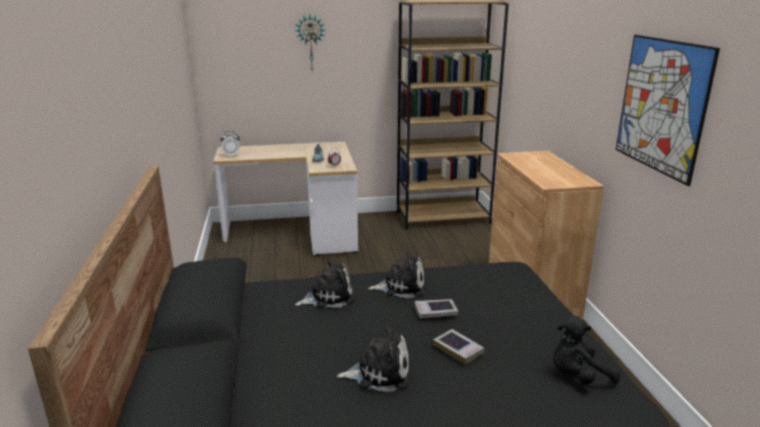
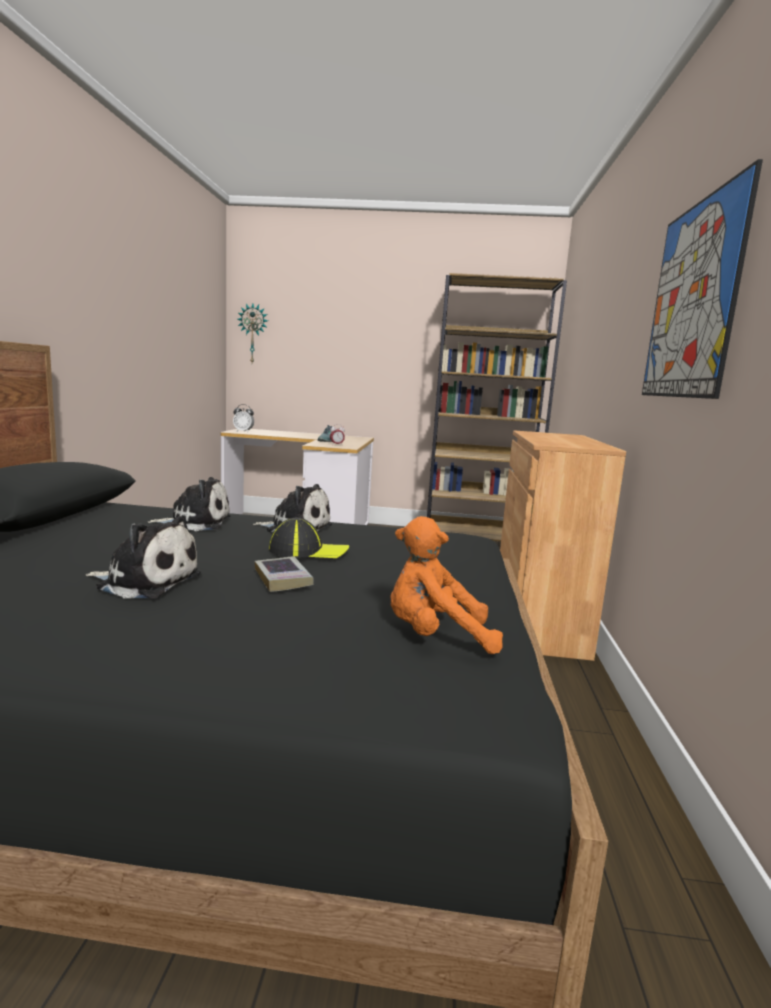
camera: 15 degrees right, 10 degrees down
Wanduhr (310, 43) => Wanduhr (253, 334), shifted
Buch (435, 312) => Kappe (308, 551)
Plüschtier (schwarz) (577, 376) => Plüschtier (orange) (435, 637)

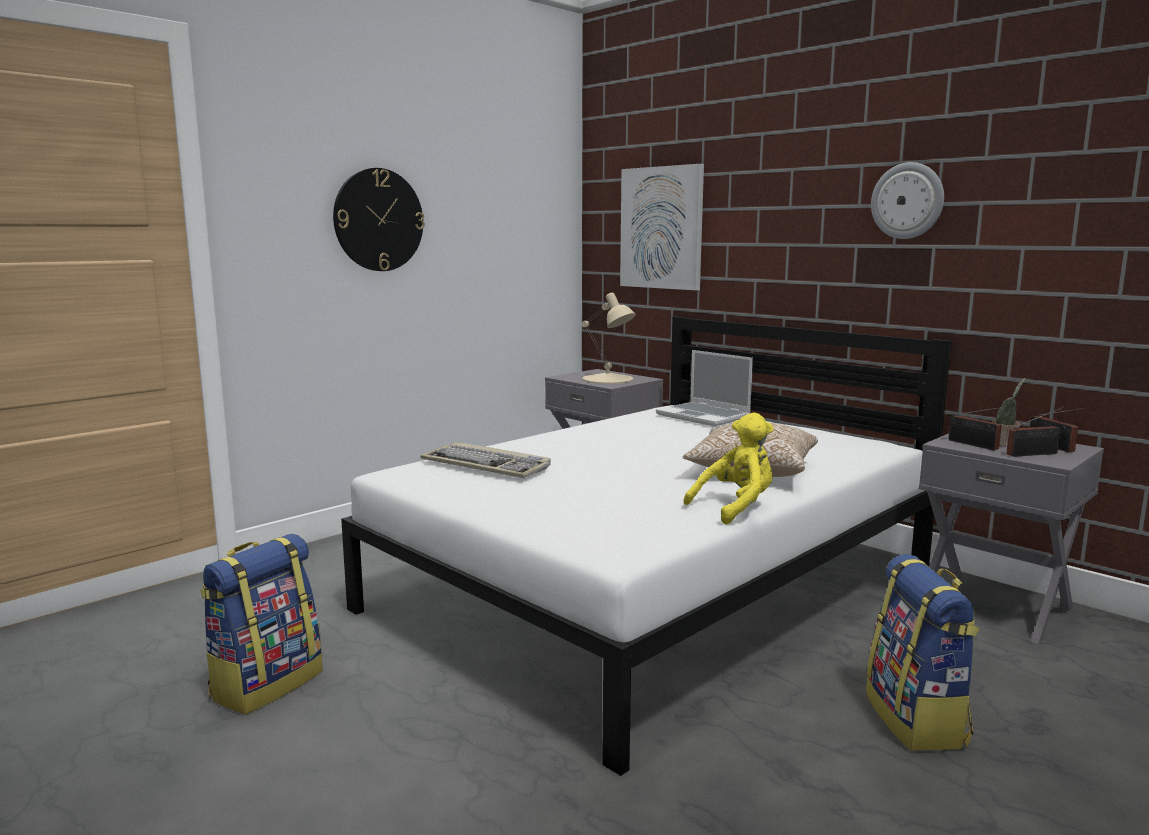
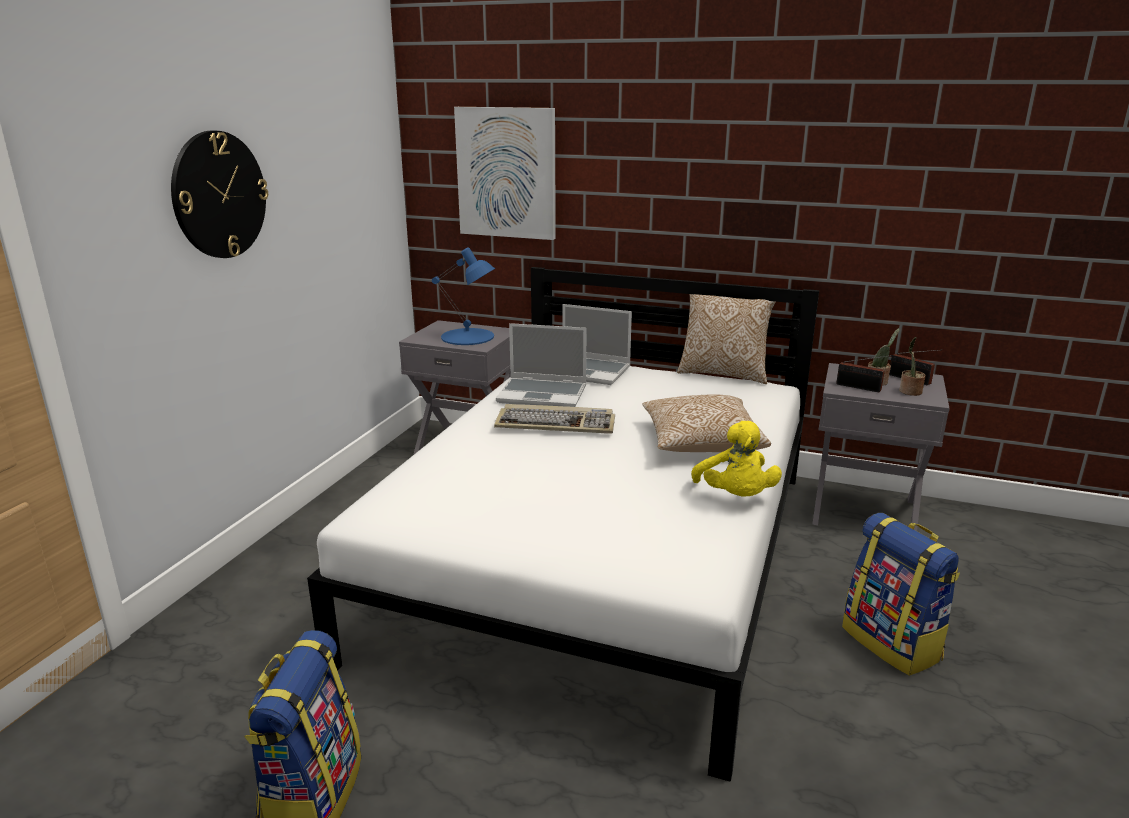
camera: 25 degrees left, 10 degrees up
Tastatur (487, 465) => Tastatur (556, 424), shifted
Tischlampe (beige) (608, 379) => Tischlampe (blau) (468, 337)
Plüschtier (gelb) (736, 508) => Plüschtier (gelb) (735, 497), 135 degrees clockwise
Wanduhr (907, 201) => nothing
Radio (1034, 454) => Topfpflanze (909, 392)
nothing => Laptop (543, 394)
nothing => Kissen (723, 374)

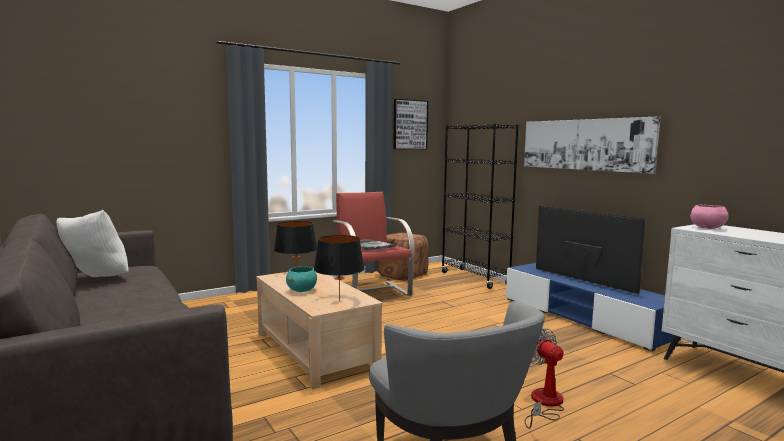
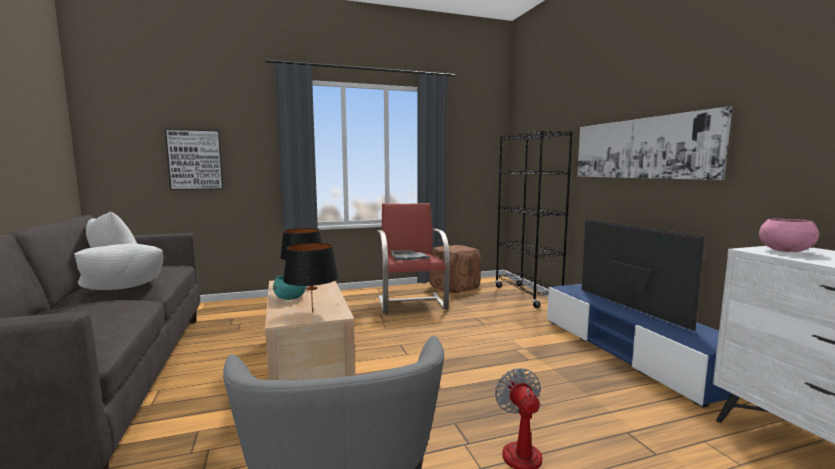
camera: 15 degrees right, 0 degrees up
Bild (410, 124) => Bild (195, 160), shifted
nothing => Kissen (weiß) (123, 291)

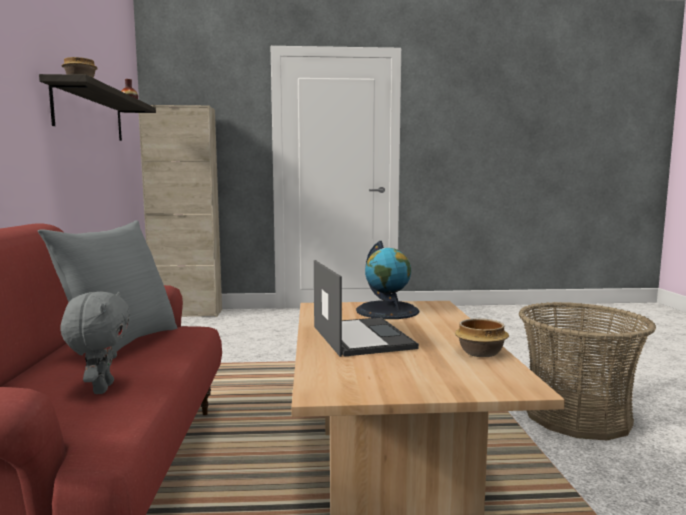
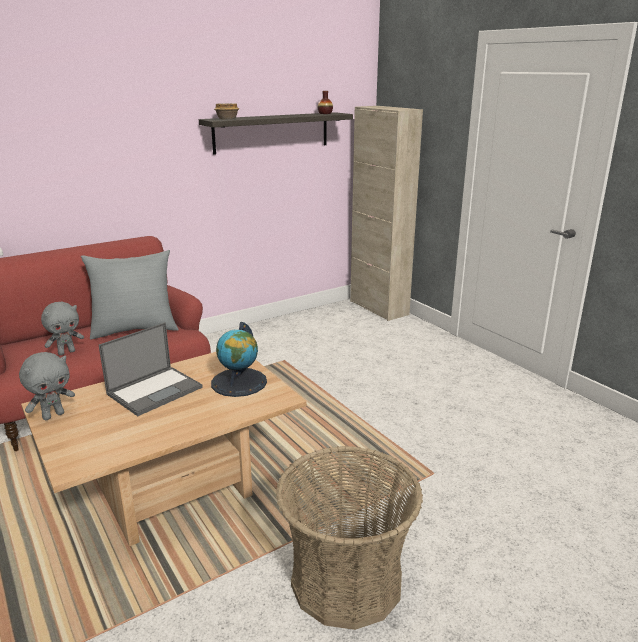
camera: 60 degrees right, 15 degrees up
Schüssel (481, 353) => nothing
nothing => Plüschtier (grau) (53, 415)

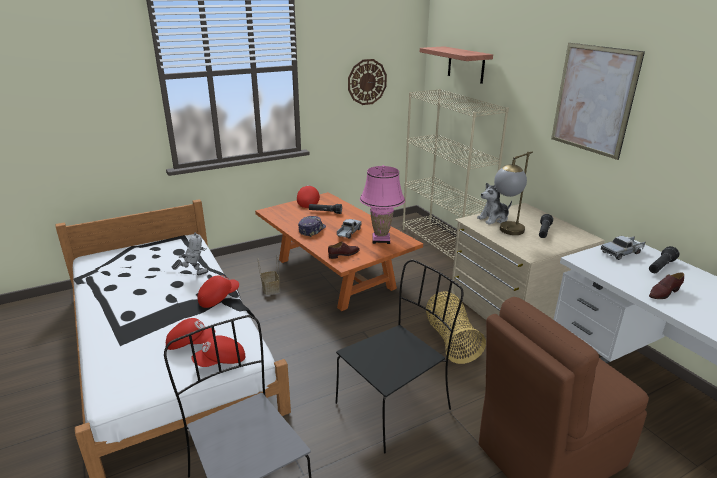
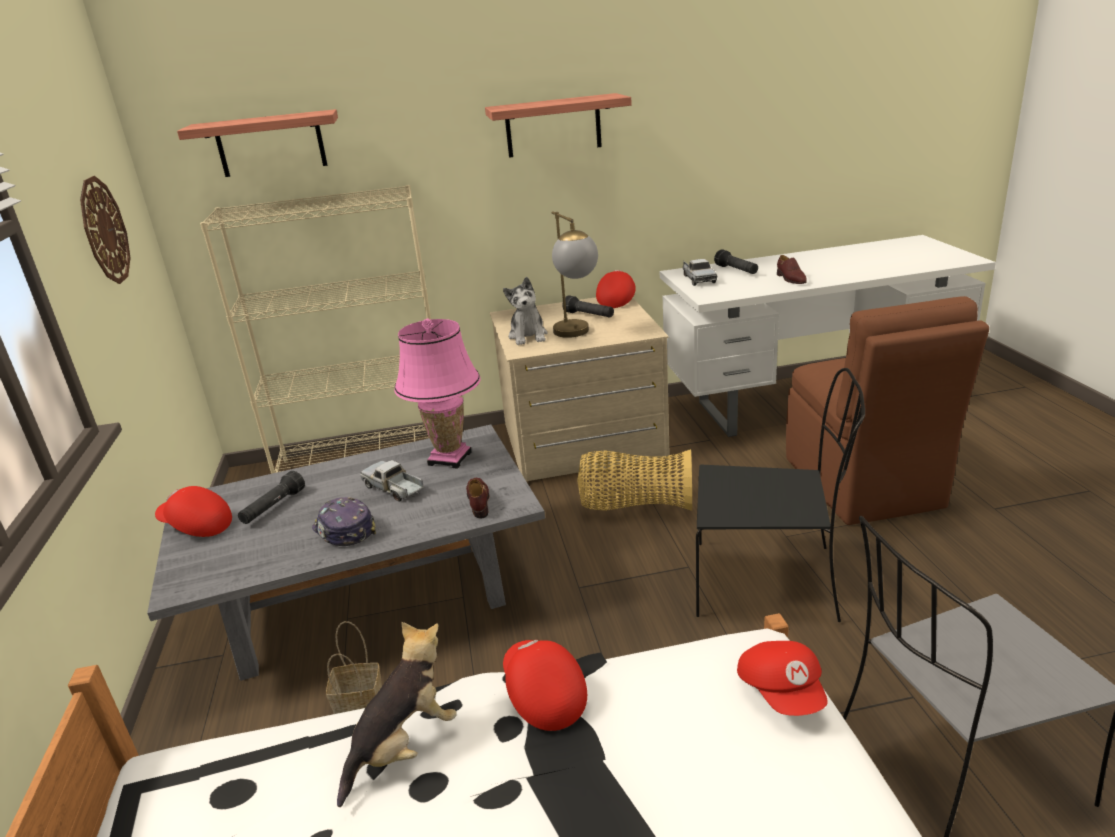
camera: 70 degrees left, 0 degrees up
Kappe (rot) (190, 343) => Kappe (rot) (616, 300), shifted
Spielzeugroboter (193, 274) => Plüschtier (404, 746)
Couchtisch (orange) (334, 274) => Couchtisch (grau) (369, 598)
Stuhl (schwarz) (395, 405) => Stuhl (schwarz) (769, 581), 120 degrees clockwise
Bild (593, 99) => Wandregal (553, 126)

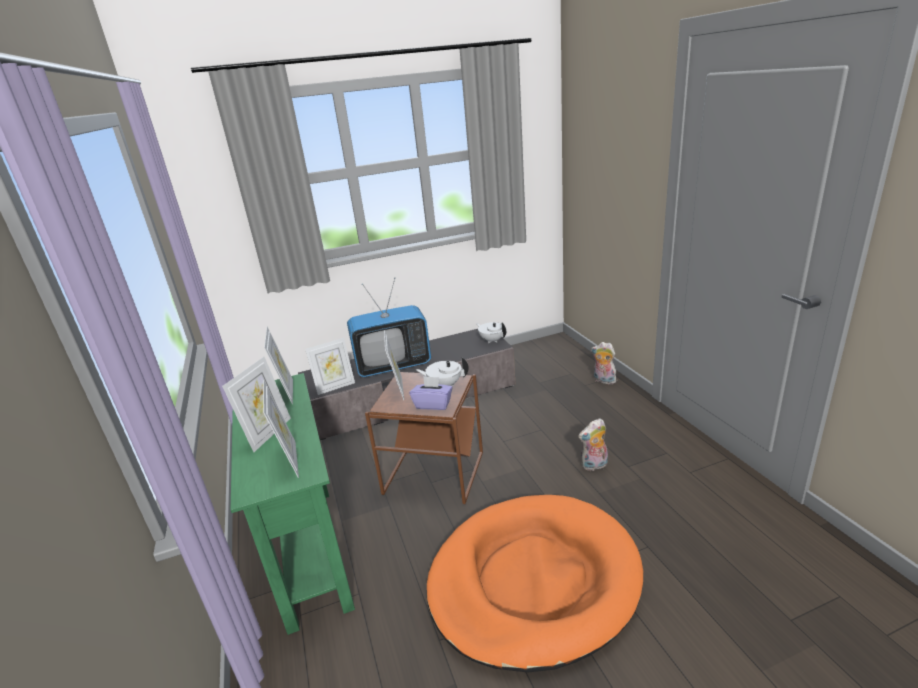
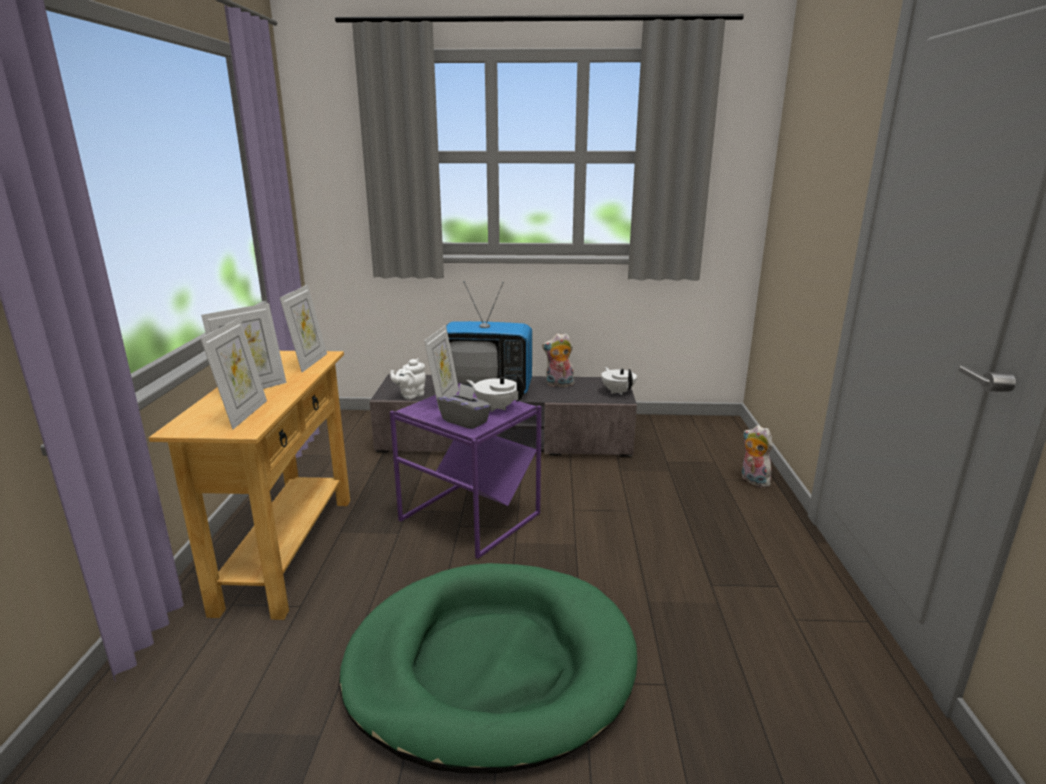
camera: 20 degrees right, 5 degrees down
Konsolentisch (grün) (310, 552) => Konsolentisch (beige) (288, 551)
Bilderrahmen (335, 387) => Teekanne (weiß) (410, 395)
Beistelltisch (braun) (433, 473) => Beistelltisch (lila) (469, 517)
Taschentuchbox (lila) (433, 404) => Taschentuchbox (grau) (465, 421)
Hundebett (orange) (533, 581) => Hundebett (grün) (490, 666)
Plüschtier (594, 465) => Plüschtier (559, 385), shifted

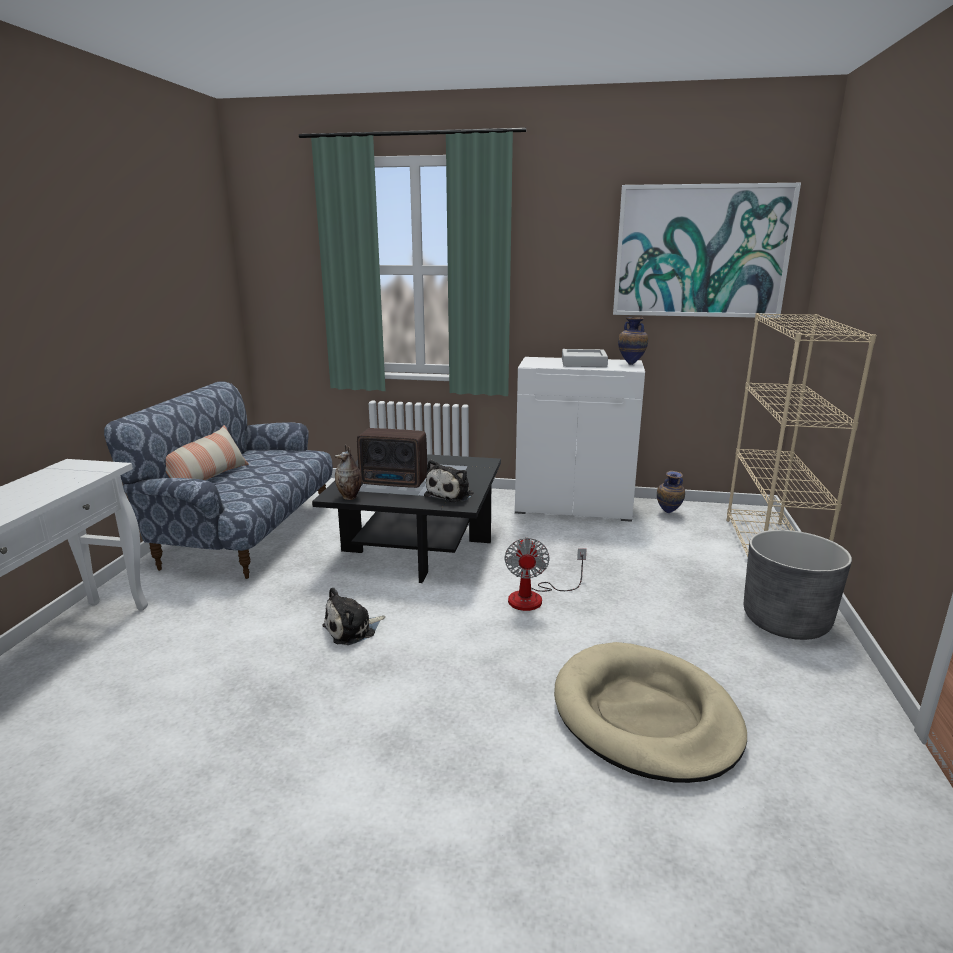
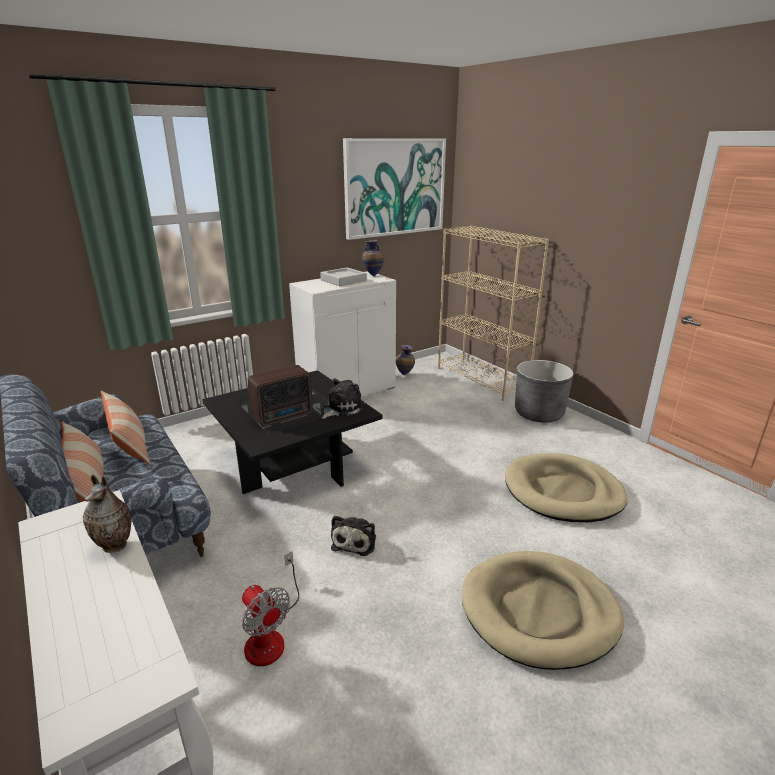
camera: 45 degrees left, 5 degrees up
Vase (350, 497) => Vase (116, 545), shifted
Plüschtier (451, 494) => Plüschtier (341, 408), 120 degrees counterclockwise
Ventilator (535, 597) => Ventilator (270, 635), shifted
nothing => Kissen (129, 443)
nothing => Hundebett (beige) (539, 611)

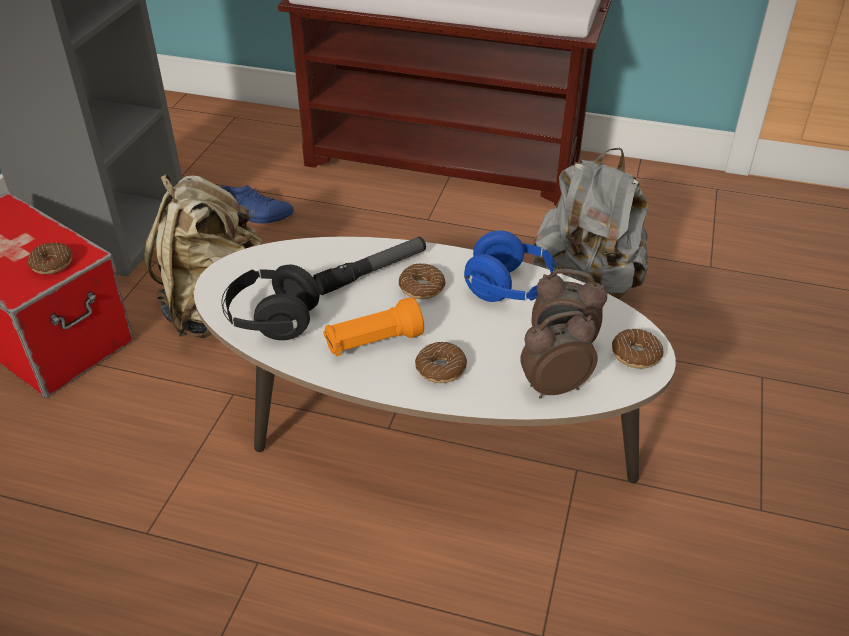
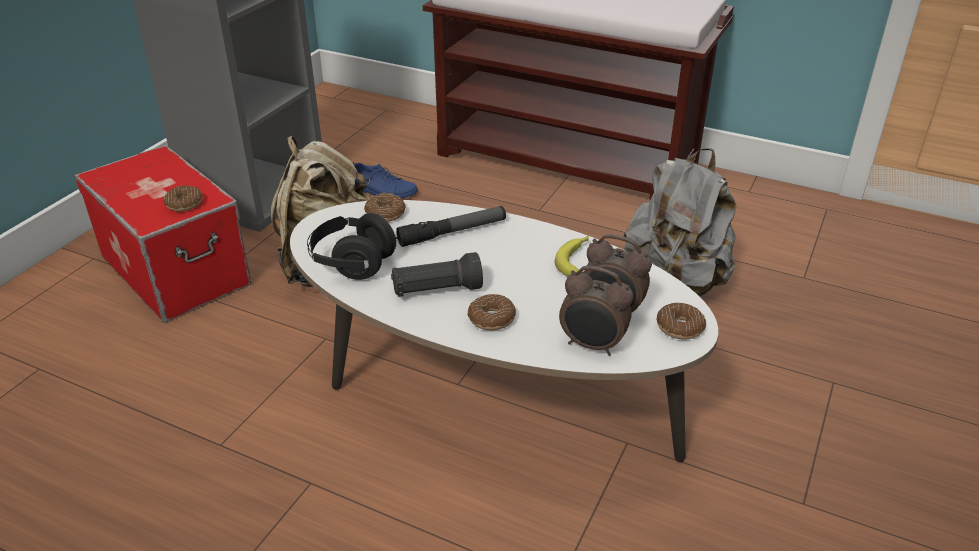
camera: 10 degrees right, 5 degrees down
Taschenlampe (orange) (373, 342) => Taschenlampe (schwarz) (436, 290)
Donut (421, 288) => Donut (385, 213), shifted
Kopfhörer (blau) (510, 289) => Banane (576, 259)
Wecker (553, 387) => Wecker (592, 346), 150 degrees counterclockwise

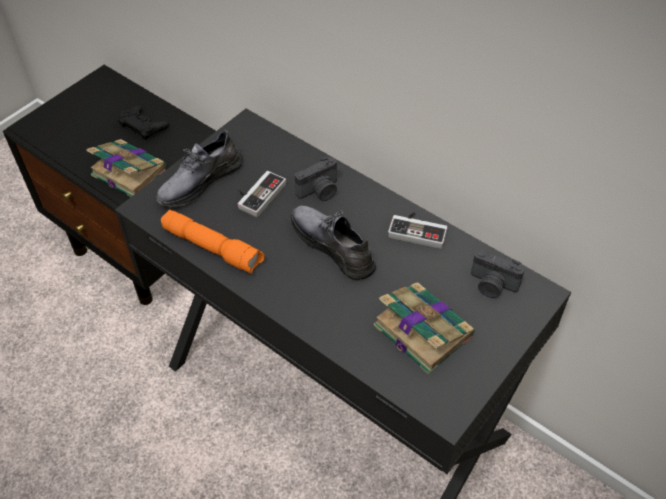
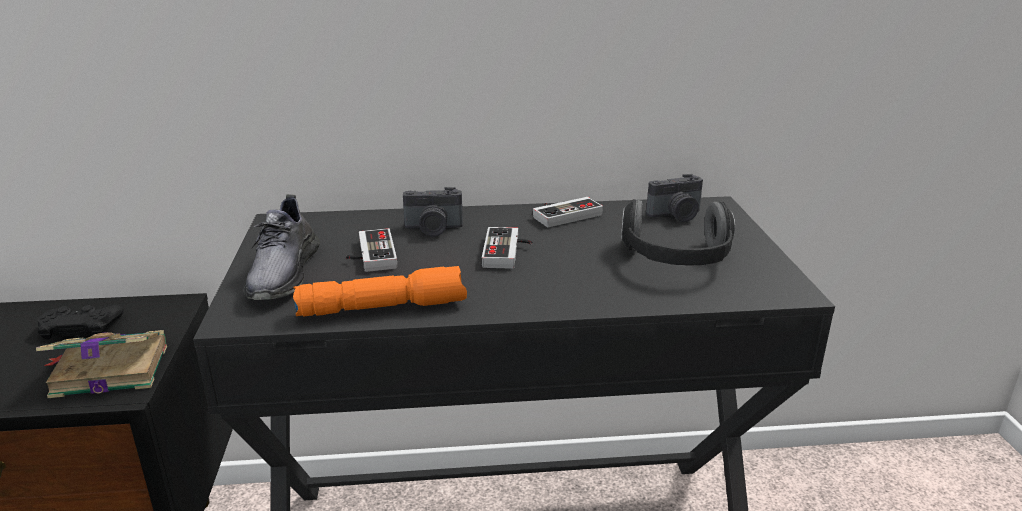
camera: 45 degrees left, 25 degrees down
Schuh (grau) (333, 246) => Gamepad (508, 252)
Kamera (320, 191) => Kamera (433, 229), 75 degrees clockwise
Buch (421, 329) => Kopfhörer (677, 260)

